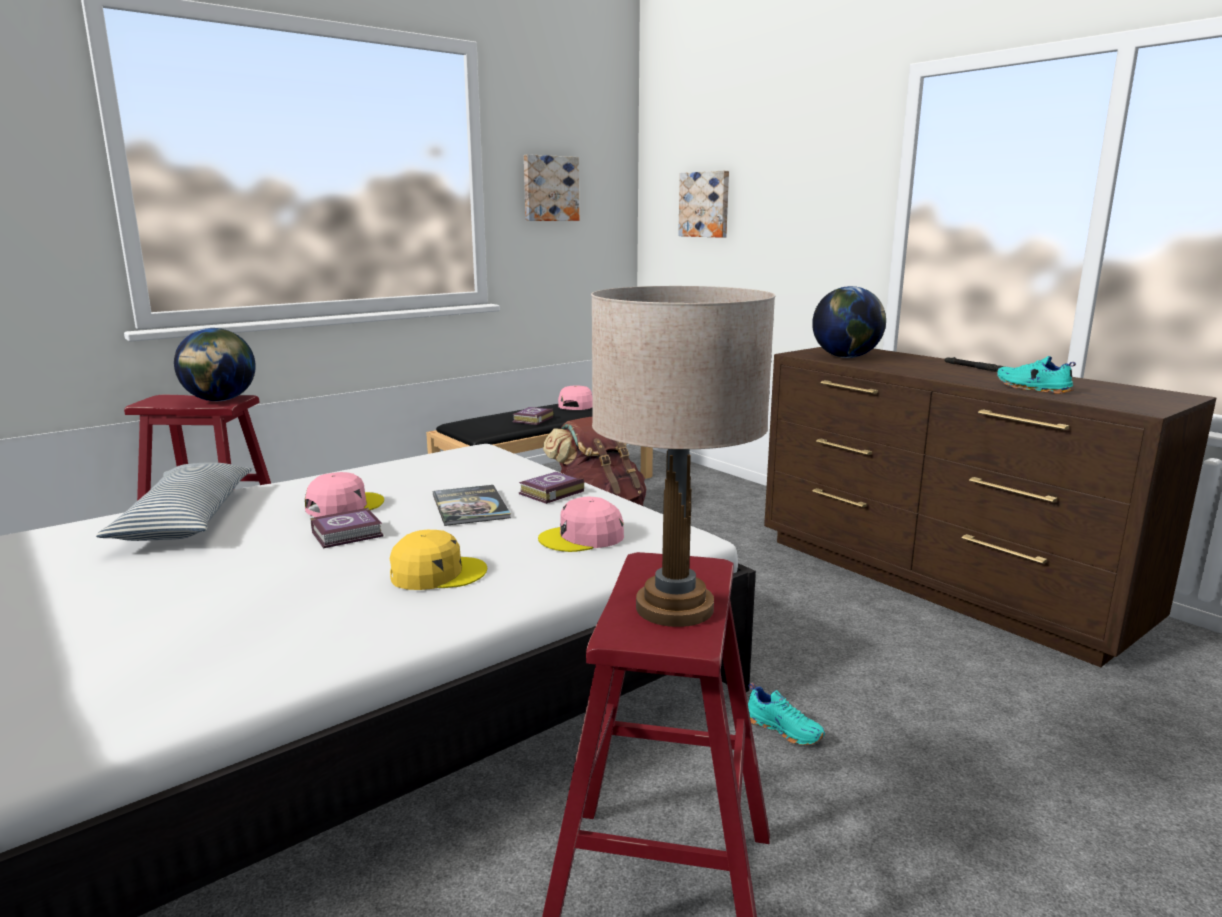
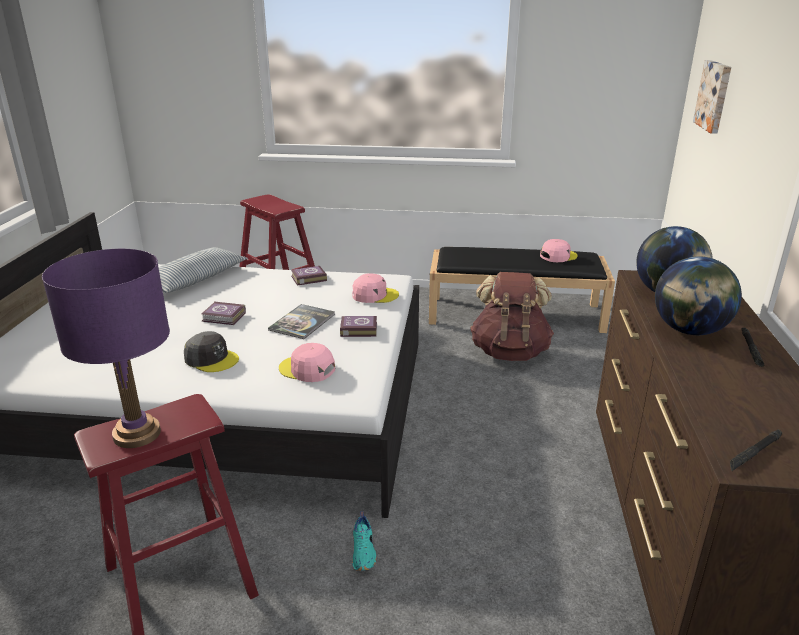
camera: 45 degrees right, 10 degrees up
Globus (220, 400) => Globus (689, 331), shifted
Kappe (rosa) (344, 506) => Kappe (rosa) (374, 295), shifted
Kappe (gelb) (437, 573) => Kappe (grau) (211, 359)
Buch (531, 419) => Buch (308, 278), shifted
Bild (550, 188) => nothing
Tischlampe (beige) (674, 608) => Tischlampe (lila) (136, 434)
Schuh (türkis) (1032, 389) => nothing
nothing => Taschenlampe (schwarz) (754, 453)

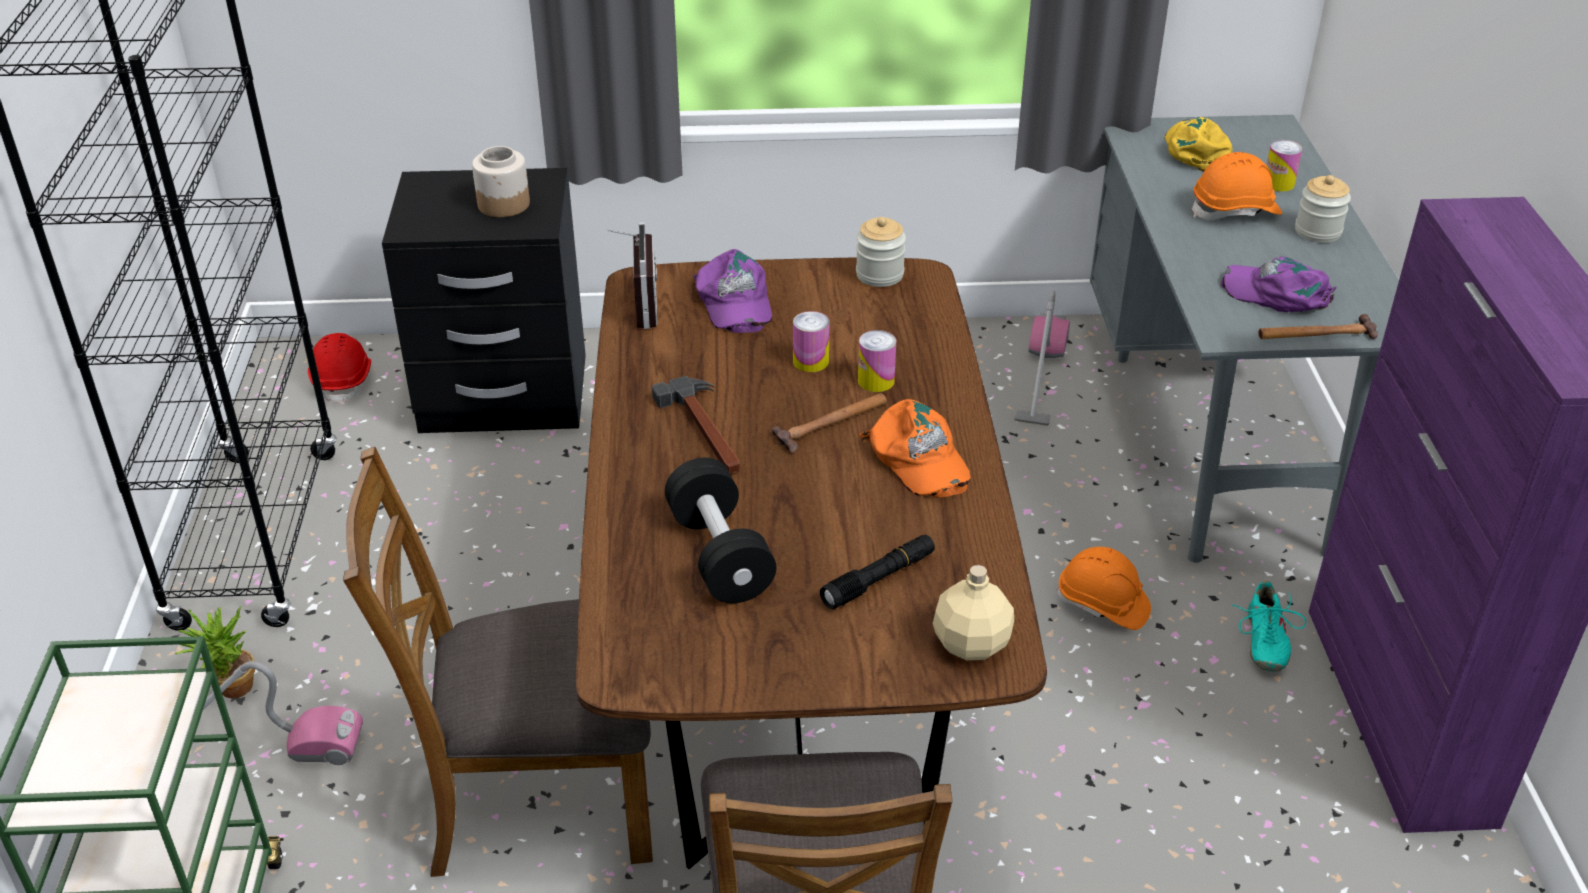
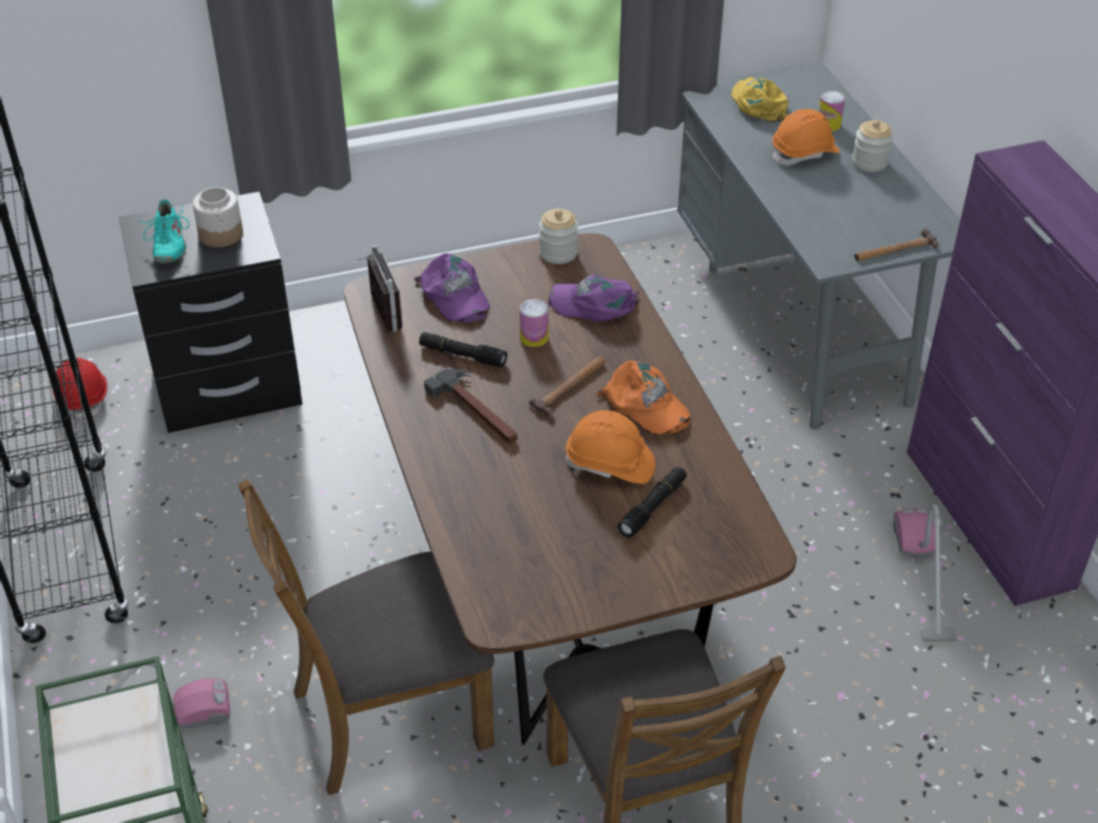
camera: 15 degrees left, 5 degrees up
Topfpflanze (230, 690) => nothing
Hantel (schwarz) (719, 555) => nothing
Dose (876, 381) => nothing
Flasche (beige) (970, 644) => nothing
Staubsauger (1041, 376) => Staubsauger (923, 579), shifted
Schutzhelm (orange) (1102, 604) => Schutzhelm (orange) (610, 464), shifted
Kappe (lila) (1278, 293) => Kappe (lila) (594, 304), shifted
Schuh (türkis) (1264, 641) => Schuh (türkis) (168, 245), shifted
nothing => Taschenlampe (schwarz) (462, 355)

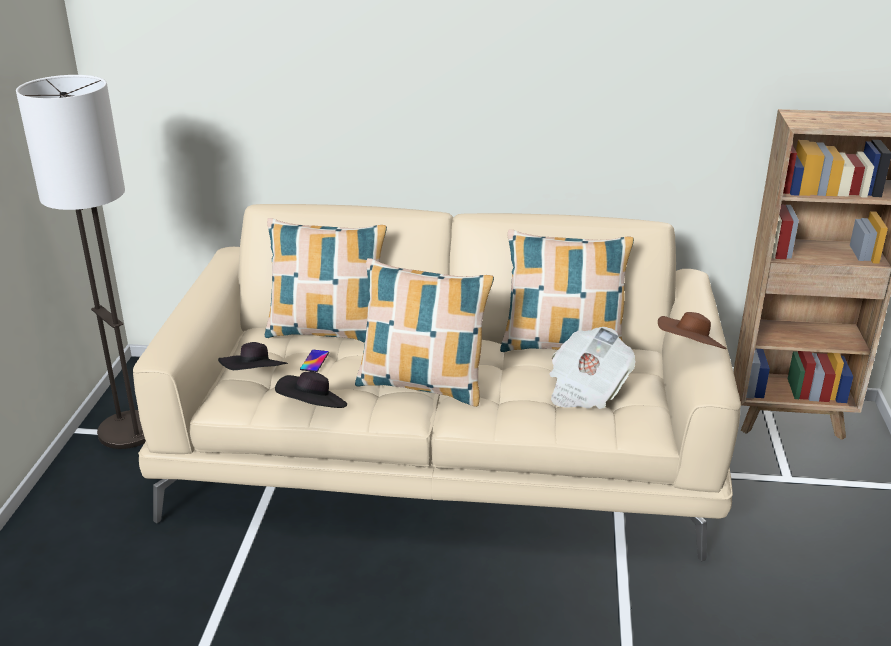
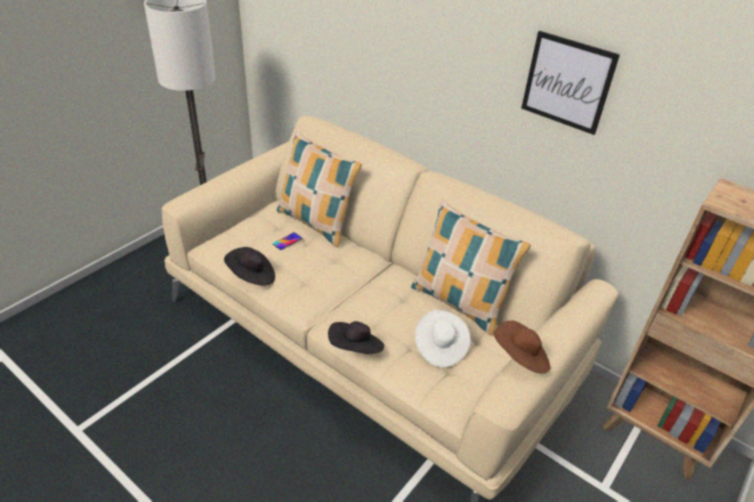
camera: 30 degrees right, 10 degrees up
Hut (schwarz) (255, 378) => Hut (schwarz) (356, 349), shifted
Kissen (422, 385) => nothing
Zeitung (586, 389) => Hut (weiß) (439, 347)
nothing => Bild (567, 82)

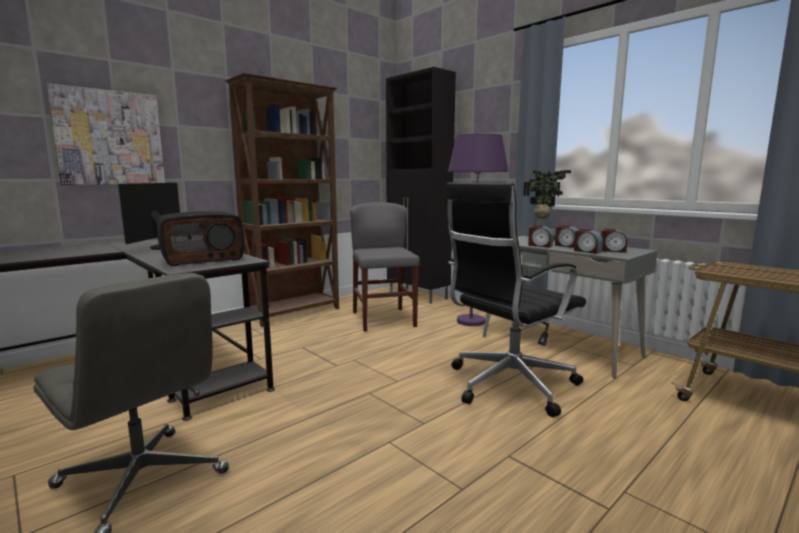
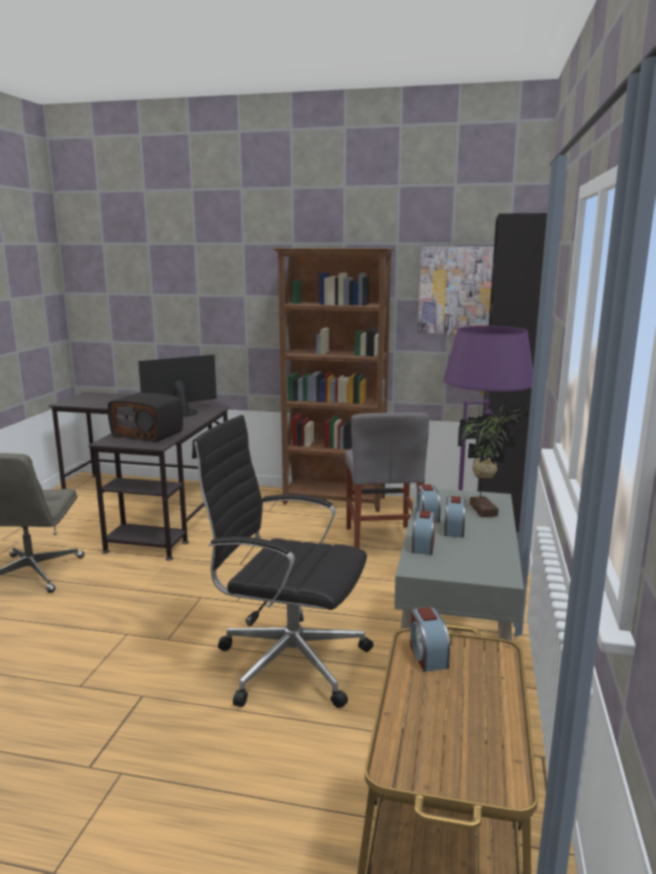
camera: 55 degrees right, 5 degrees up
Bild (110, 138) => Bild (462, 290), shifted
Stuhl (grau) (383, 319) => Stuhl (grau) (382, 542), 135 degrees clockwise
Wecker (612, 251) => Wecker (427, 655), shifted

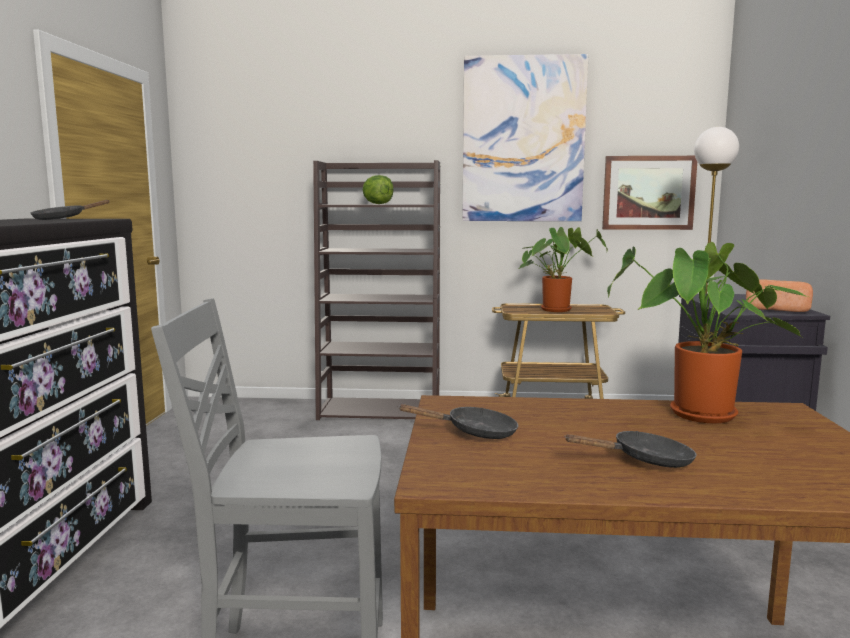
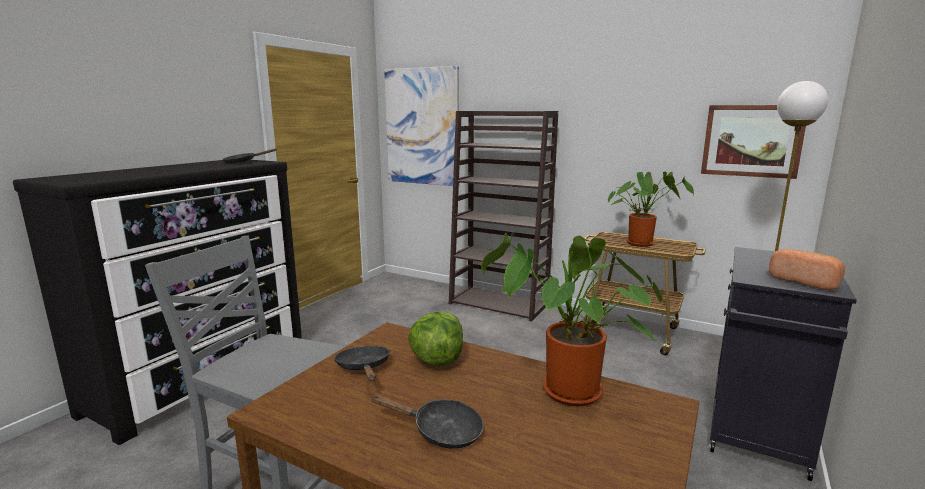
camera: 25 degrees right, 5 degrees up
Salatkopf (377, 204) => Salatkopf (437, 360), shifted
Pfanne (schwarz) (474, 432) => Pfanne (schwarz) (364, 368), 135 degrees counterclockwise
Bild (523, 140) => Bild (422, 127), shifted

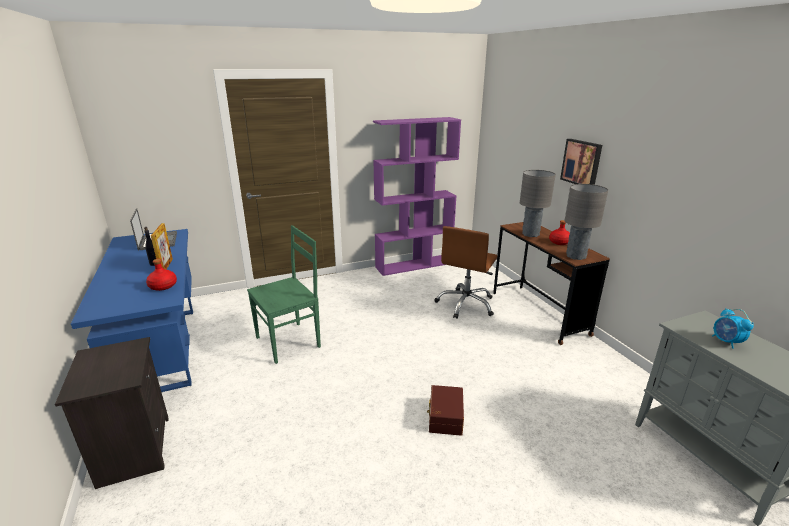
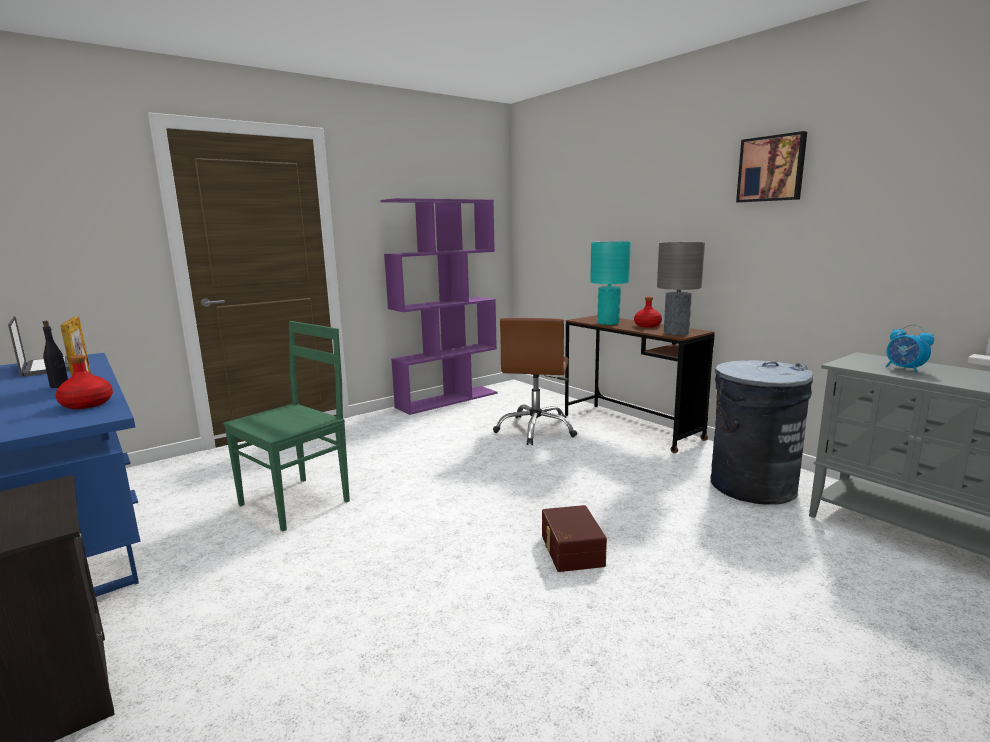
camera: 15 degrees left, 10 degrees down
Tischlampe (grau) (530, 234) => Tischlampe (türkis) (608, 323)
Bild (582, 162) => Bild (771, 169), shifted
nothing => Mülleimer (grau) (751, 486)

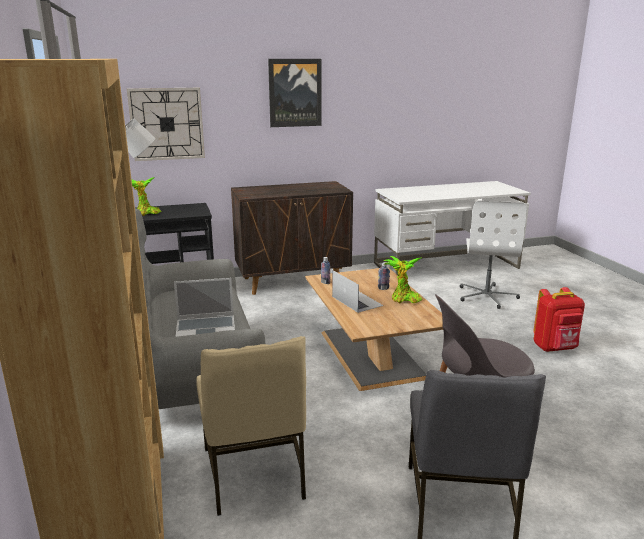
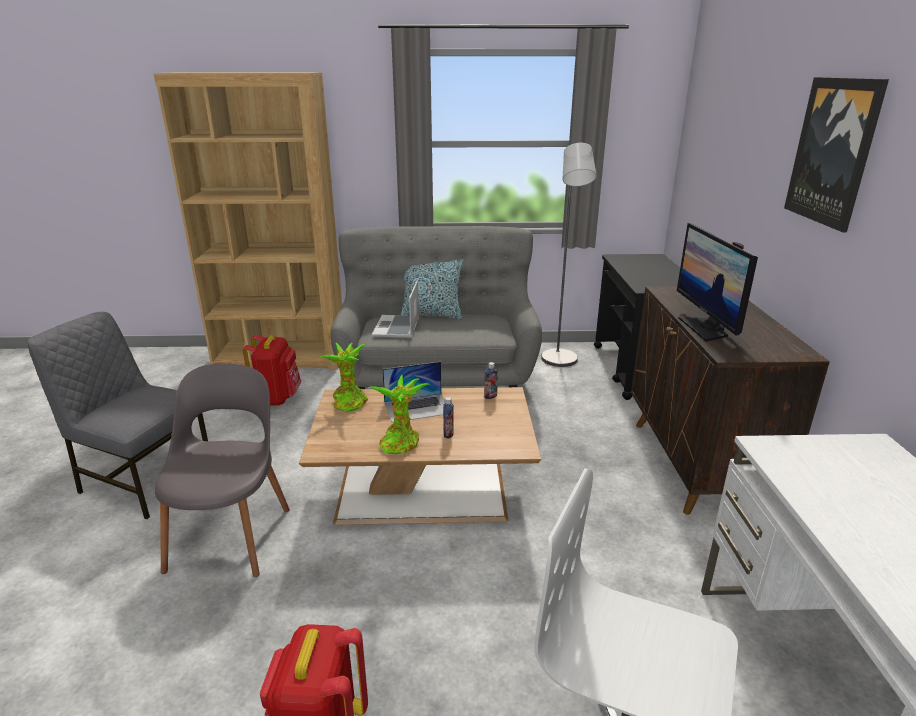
camera: 105 degrees right, 5 degrees up
Wanduhr (167, 124) => nothing
Topfpflanze (146, 213) => Topfpflanze (349, 401), shifted
Stuhl (beige) (254, 473) => Rucksack (rot) (277, 398)
nothing => Kissen (432, 315)
nothing => Monitor (706, 328)

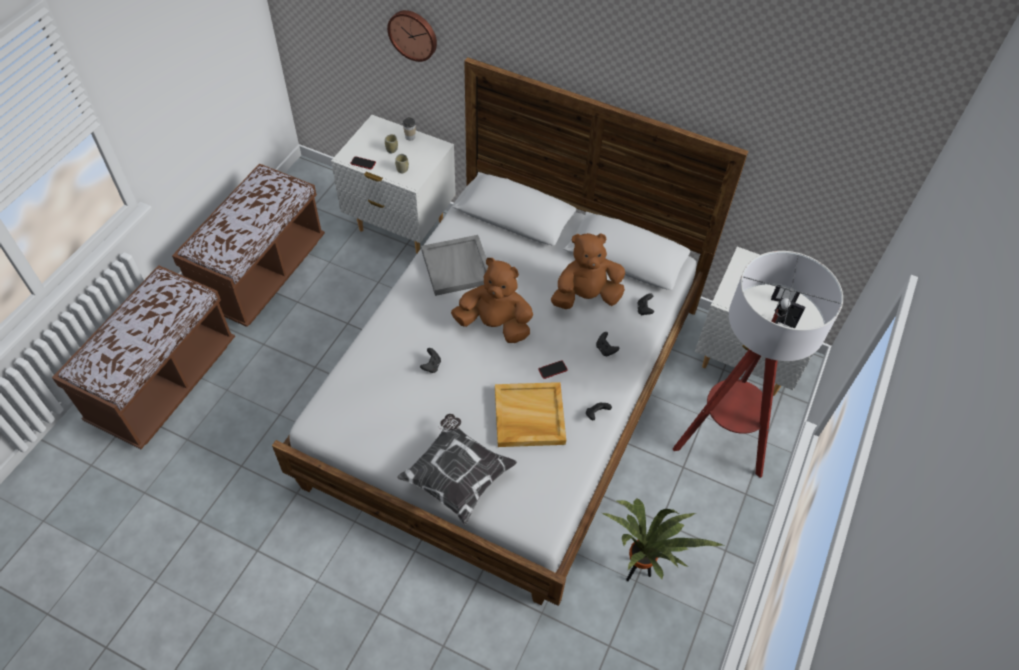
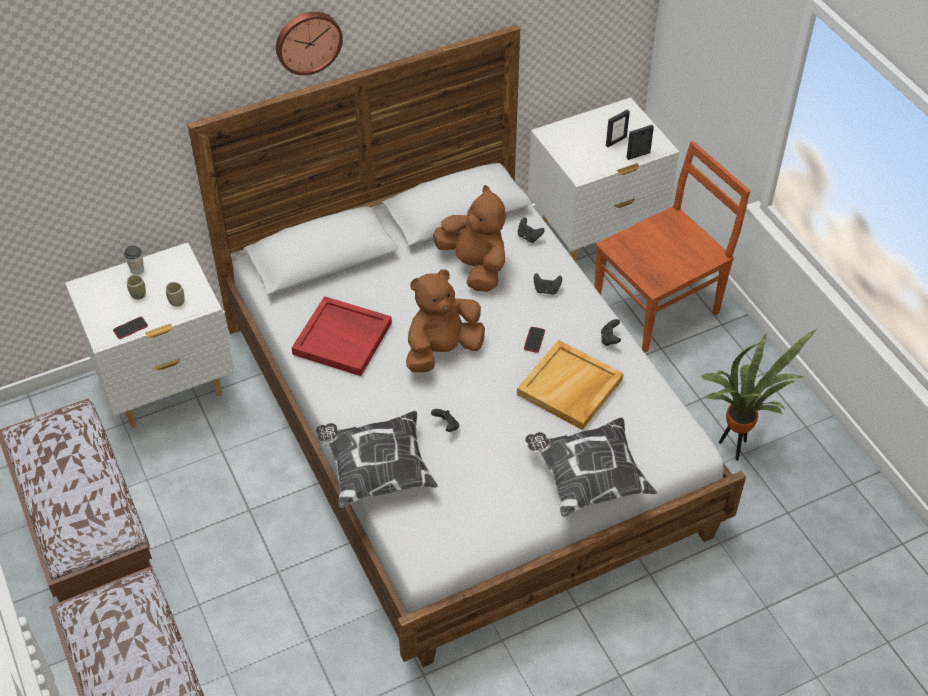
camera: 50 degrees left, 5 degrees down
Wanduhr (413, 34) => Wanduhr (307, 41), shifted
Tablett (grau) (457, 267) => Tablett (rot) (343, 338)
Plüschtier (braun) (586, 296) => Plüschtier (braun) (474, 267), 120 degrees clockwise
Stehlampe (721, 441) => Stuhl (braun) (659, 306)
nothing => Kissen (376, 470)

